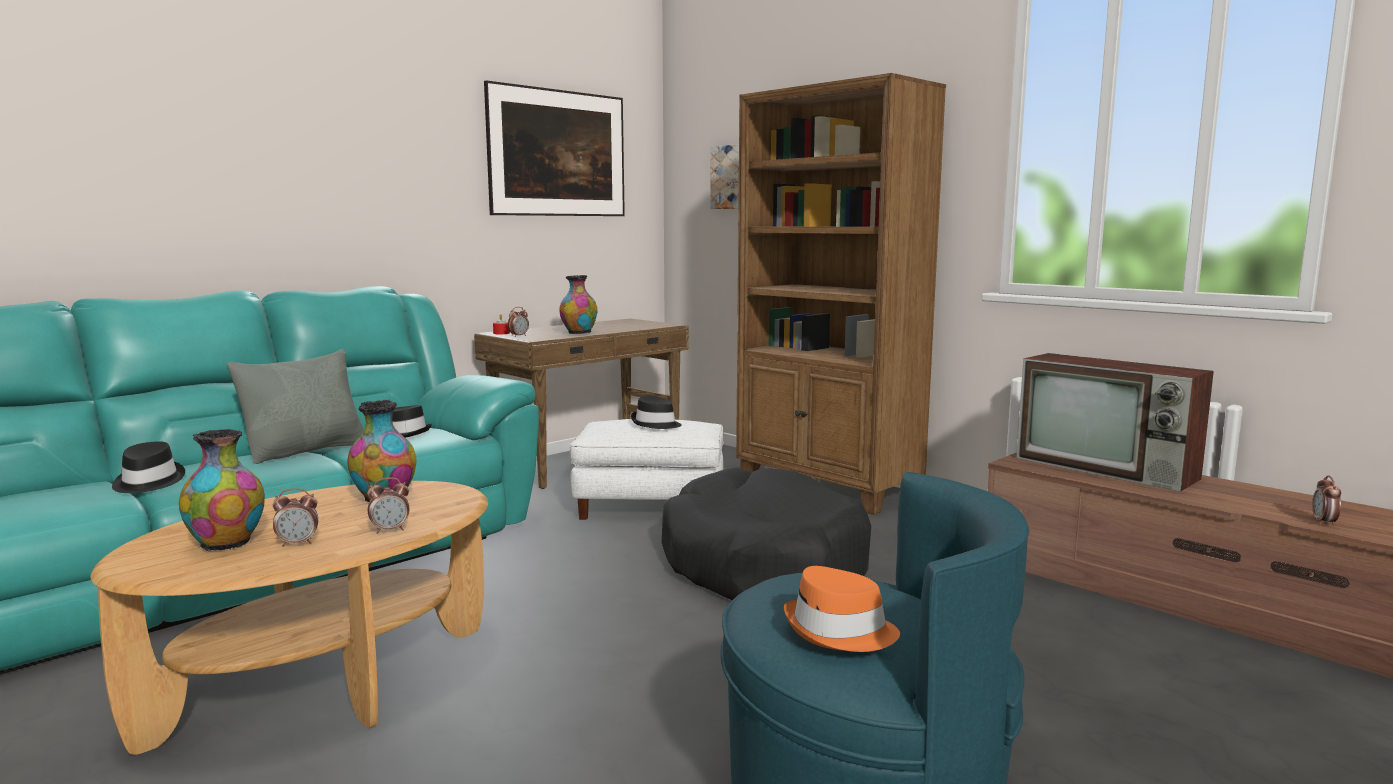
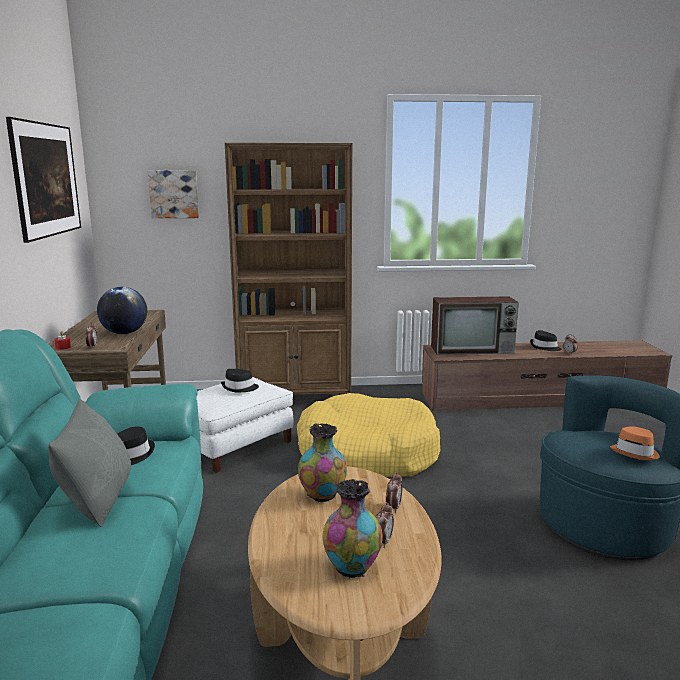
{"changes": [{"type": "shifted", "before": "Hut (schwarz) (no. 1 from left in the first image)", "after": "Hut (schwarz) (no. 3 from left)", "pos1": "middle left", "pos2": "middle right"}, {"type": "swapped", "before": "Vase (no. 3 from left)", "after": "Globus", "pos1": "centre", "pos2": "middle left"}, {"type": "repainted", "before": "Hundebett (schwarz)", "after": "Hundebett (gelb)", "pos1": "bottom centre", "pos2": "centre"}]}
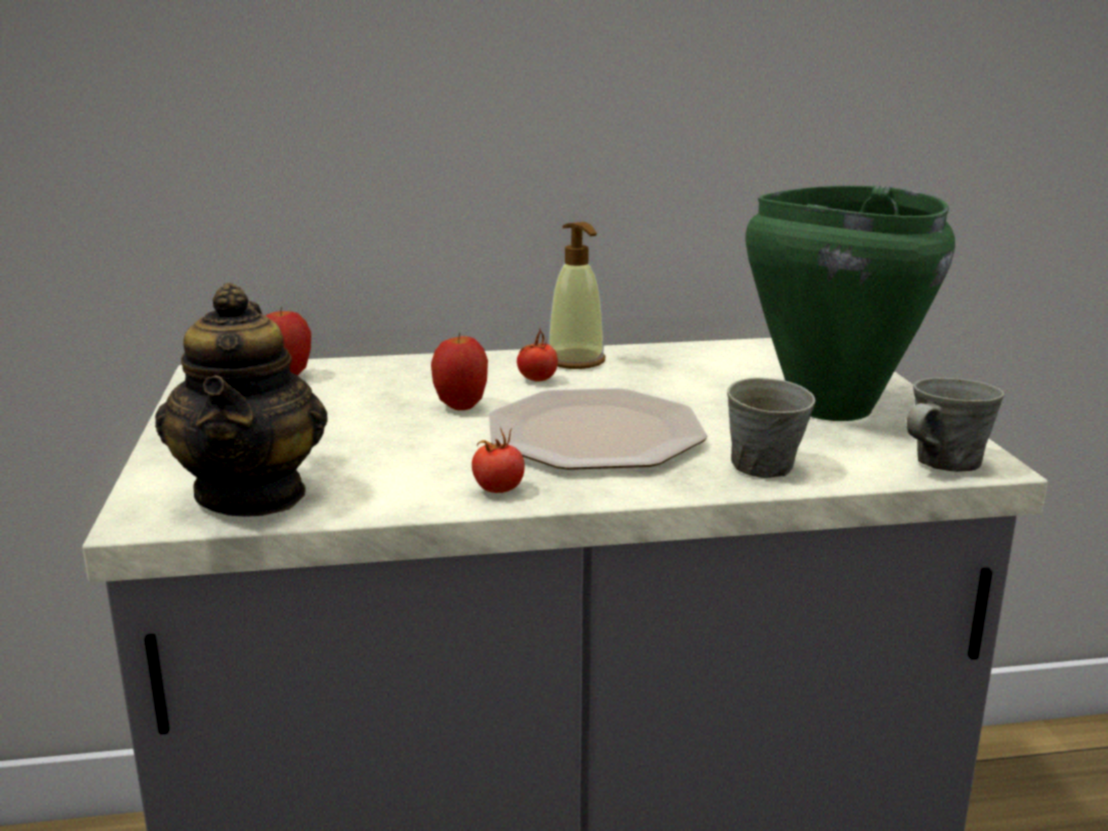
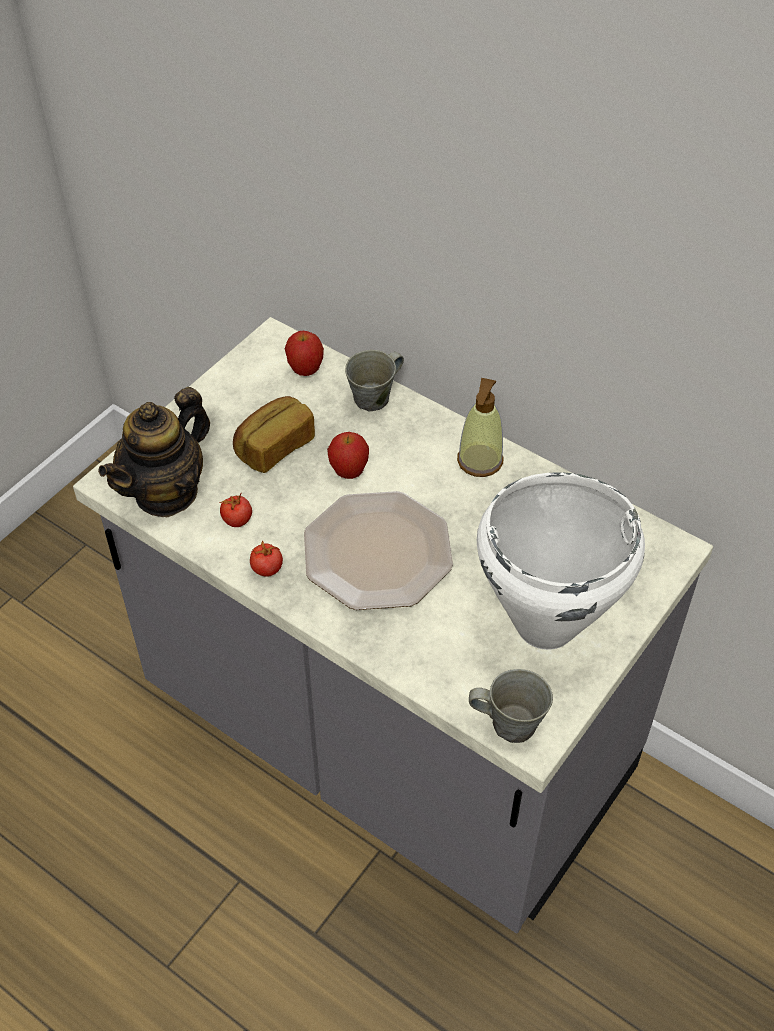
{"changes": [{"type": "shifted", "before": "Tomate (no. 2 from left in the first image)", "after": "Tomate (no. 1 from left)", "pos1": "centre", "pos2": "middle left"}, {"type": "shifted", "before": "Henkelbecher (grau) (no. 1 from left)", "pos1": "middle right", "pos2": "centre"}, {"type": "repainted", "before": "Kochtopf (grün)", "after": "Kochtopf (weiß)", "pos1": "middle right", "pos2": "middle right"}, {"type": "new", "after": "Brot", "pos2": "centre"}]}
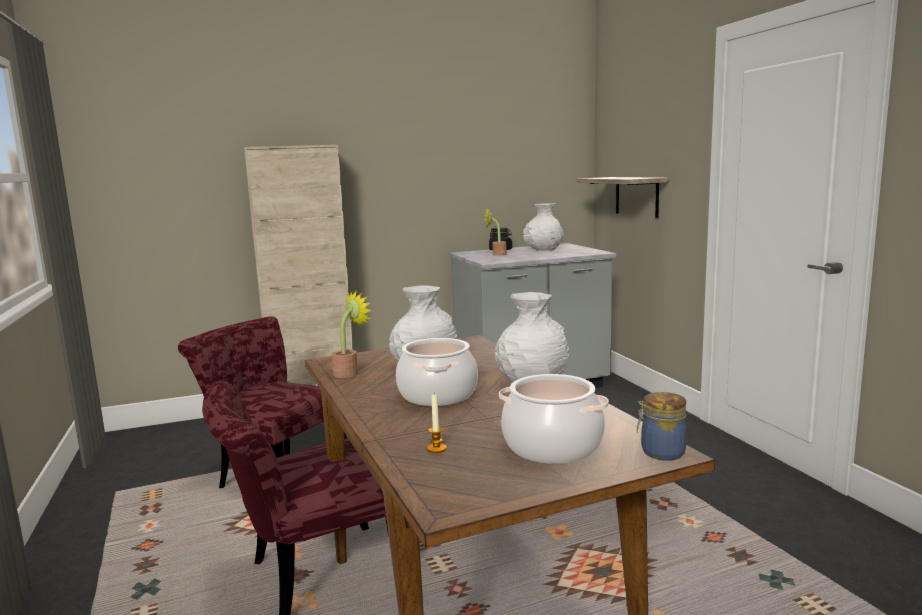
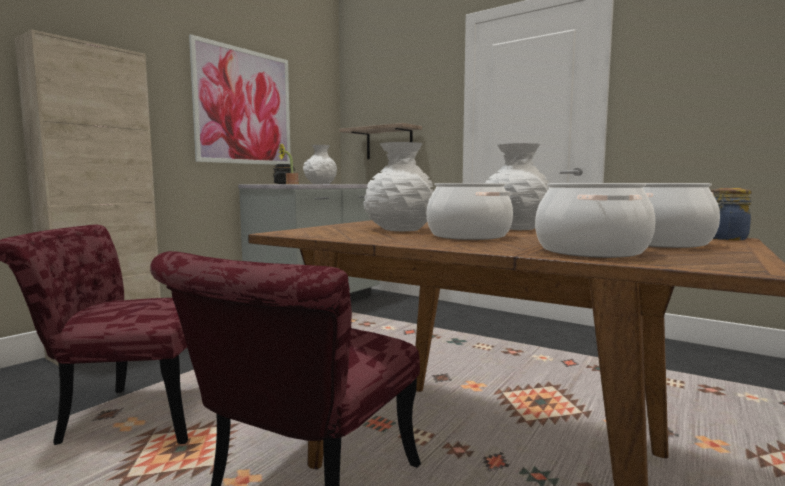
{"changes": [{"type": "gone", "before": "Topfpflanze (no. 1 from left)", "pos1": "centre"}, {"type": "swapped", "before": "Kerze", "after": "Kochtopf (no. 2 from left)", "pos1": "bottom centre", "pos2": "middle right"}, {"type": "new", "after": "Bild", "pos2": "top left"}]}
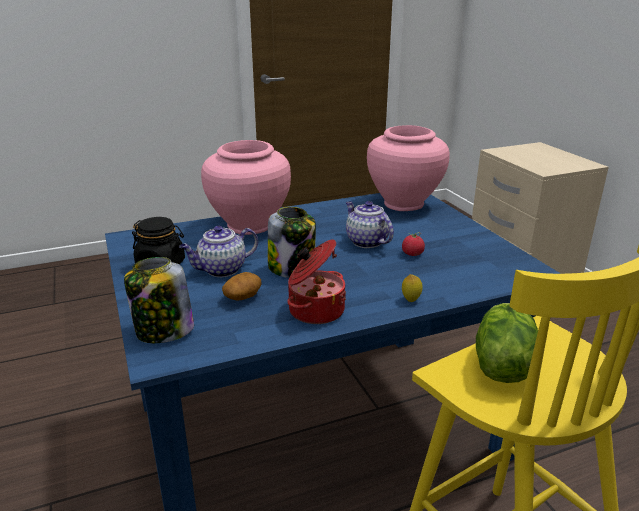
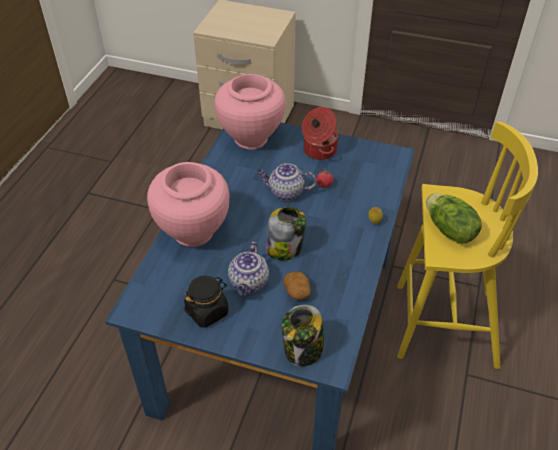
{"changes": [{"type": "shifted", "before": "Kochtopf", "pos1": "centre", "pos2": "top centre"}]}
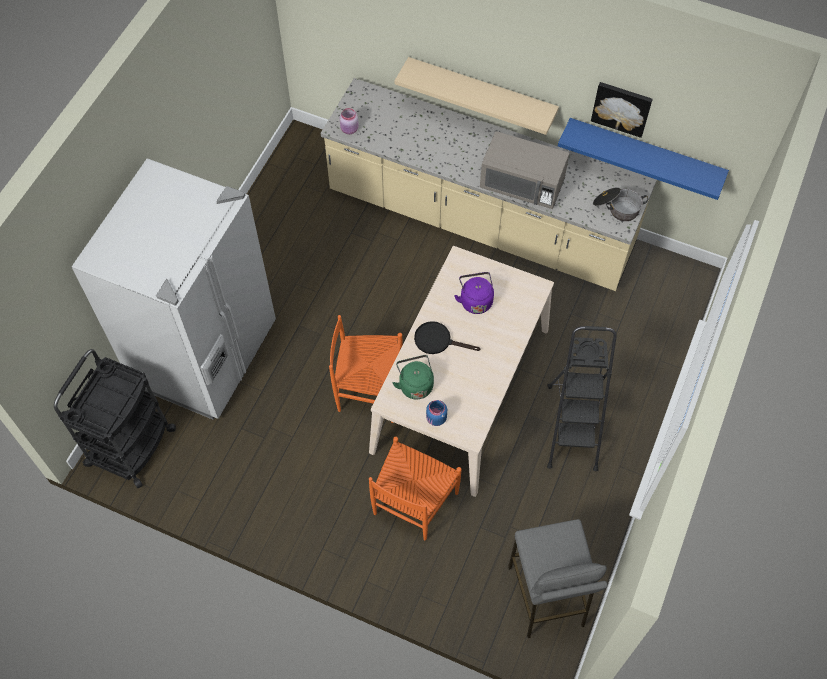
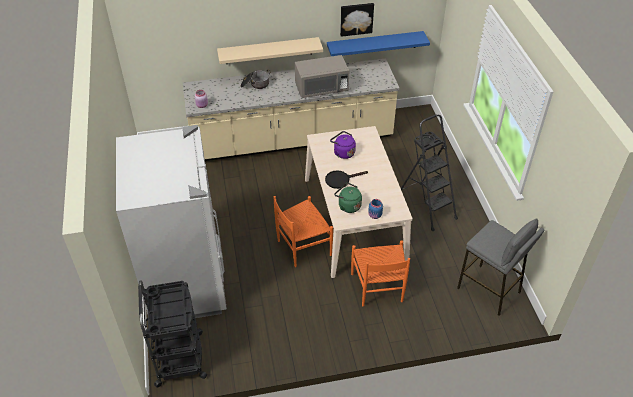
{"changes": [{"type": "shifted", "before": "Kochtopf", "pos1": "top right", "pos2": "top centre"}]}
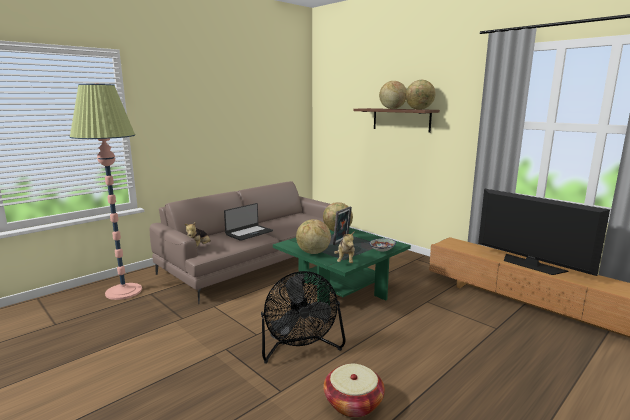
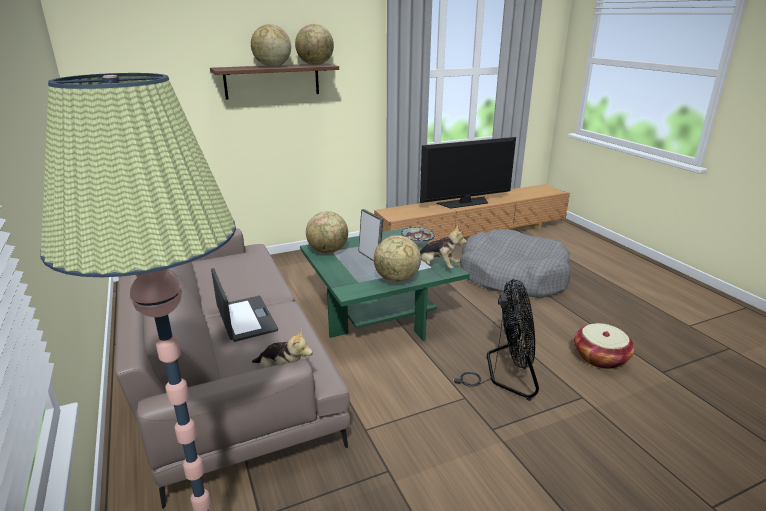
{"changes": [{"type": "new", "after": "Hundebett (grau)", "pos2": "middle right"}]}
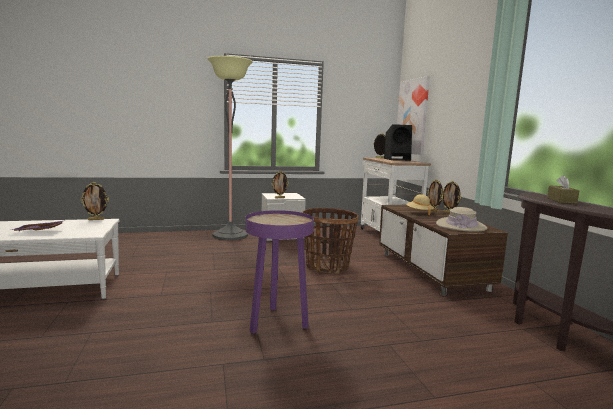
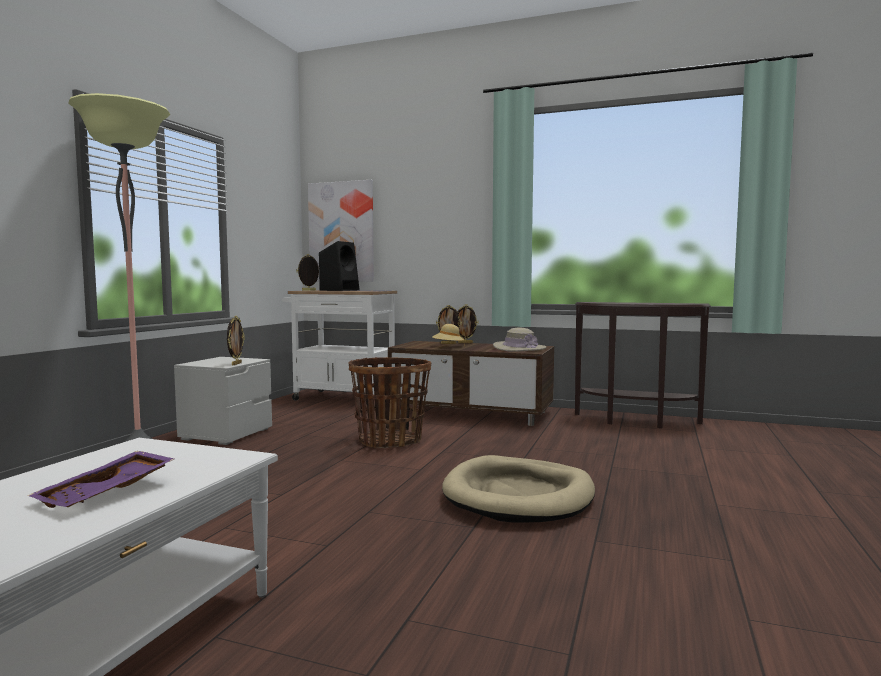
{"changes": [{"type": "gone", "before": "Bilderrahmen (no. 1 from left)", "pos1": "middle left"}, {"type": "swapped", "before": "Beistelltisch (lila)", "after": "Hundebett (beige)", "pos1": "centre", "pos2": "bottom centre"}, {"type": "gone", "before": "Taschentuchbox (braun)", "pos1": "middle right"}]}
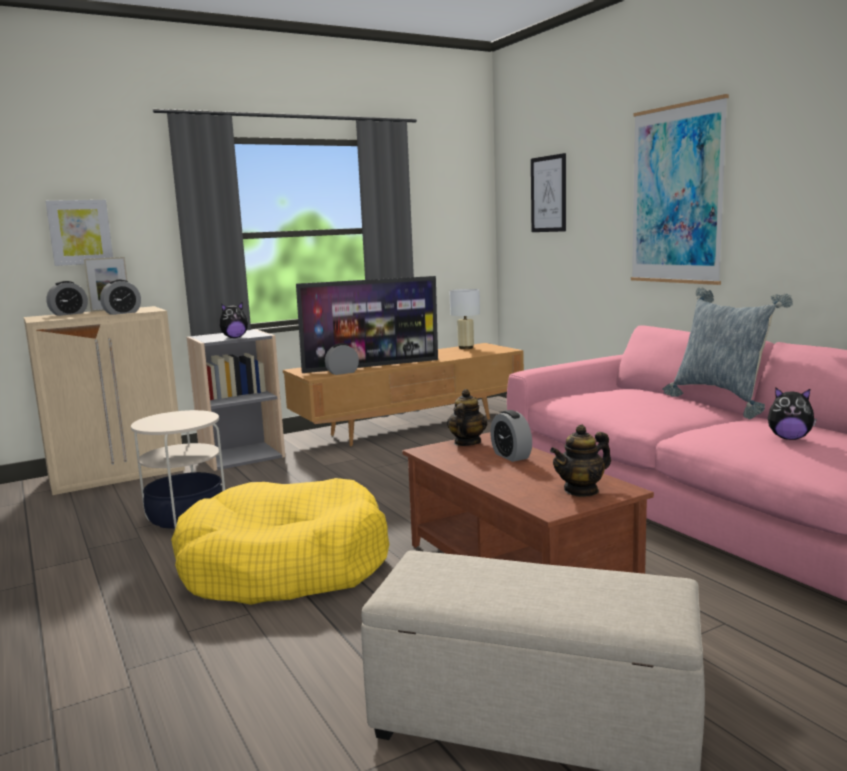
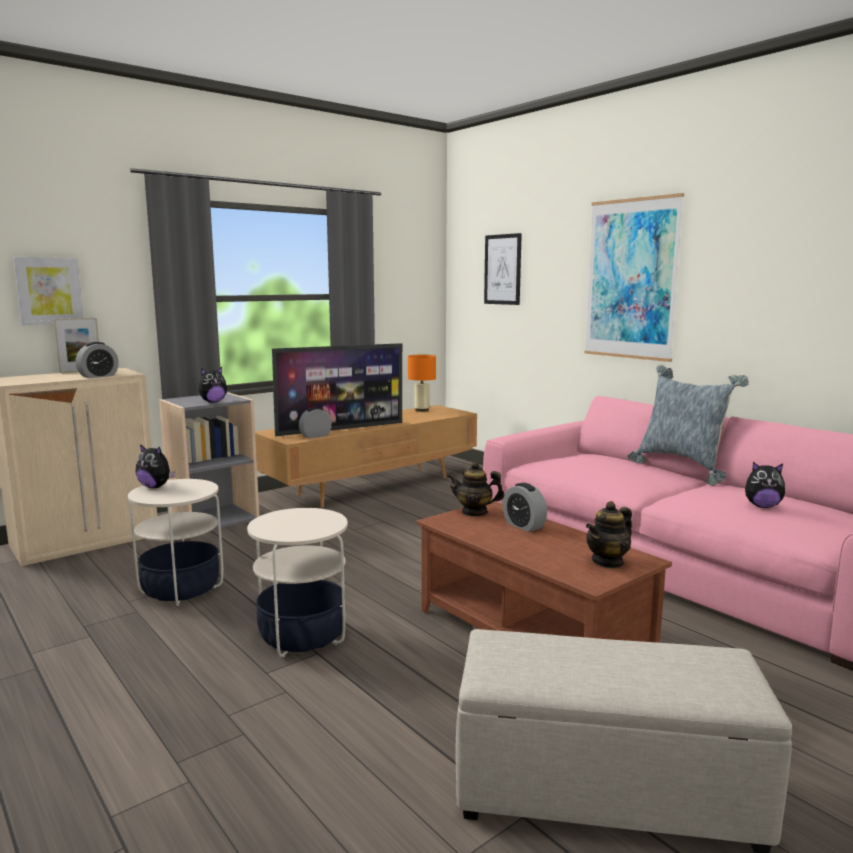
{"changes": [{"type": "gone", "before": "Wecker (no. 1 from left)", "pos1": "middle left"}, {"type": "swapped", "before": "Hundebett (gelb)", "after": "Beistelltisch (beige) (no. 2 from left)", "pos1": "bottom left", "pos2": "bottom centre"}, {"type": "rotated", "before": "Teekanne (no. 1 from left)", "pos1": "centre", "pos2": "centre", "turn": -90}, {"type": "repainted", "before": "Tischlampe (weiß)", "after": "Tischlampe (orange)", "pos1": "centre", "pos2": "centre"}, {"type": "new", "after": "Plüschtier (no. 1 from left)", "pos2": "middle left"}]}
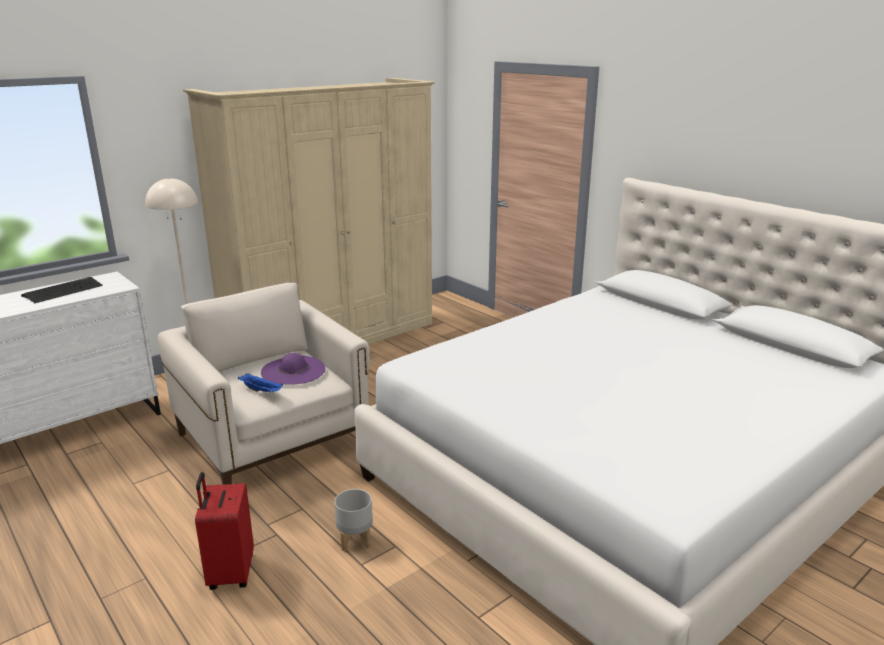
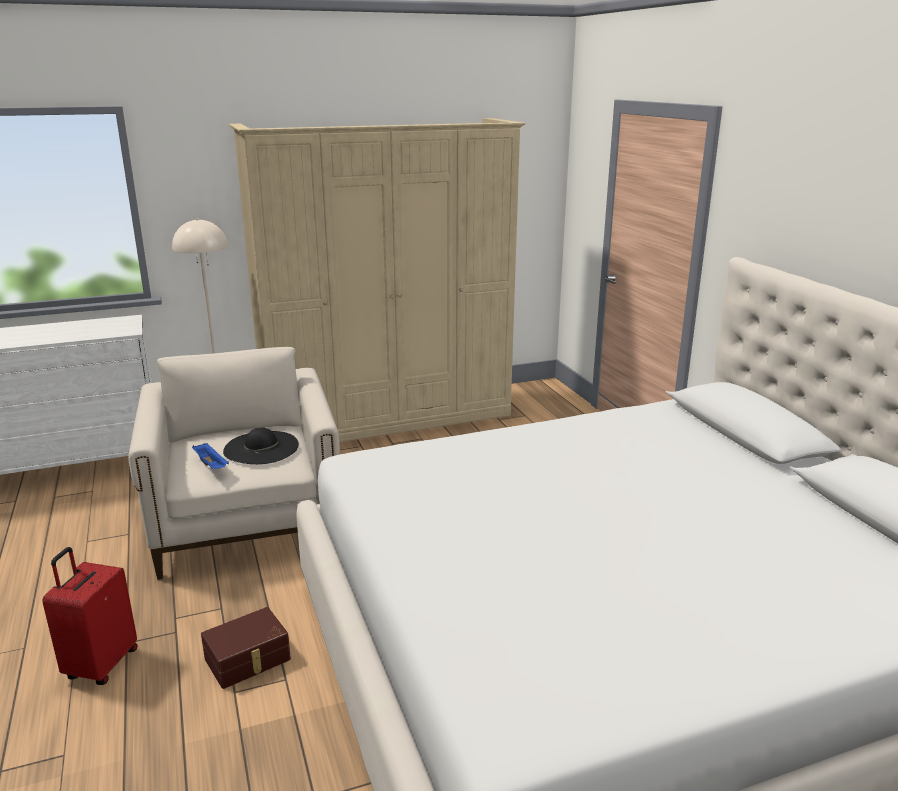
{"changes": [{"type": "gone", "before": "Tastatur", "pos1": "middle left"}, {"type": "repainted", "before": "Hut (lila)", "after": "Hut (schwarz)", "pos1": "middle left", "pos2": "middle left"}, {"type": "swapped", "before": "Pflanzkübel (grau)", "after": "Aufbewahrungsbox (braun)", "pos1": "bottom centre", "pos2": "bottom left"}]}
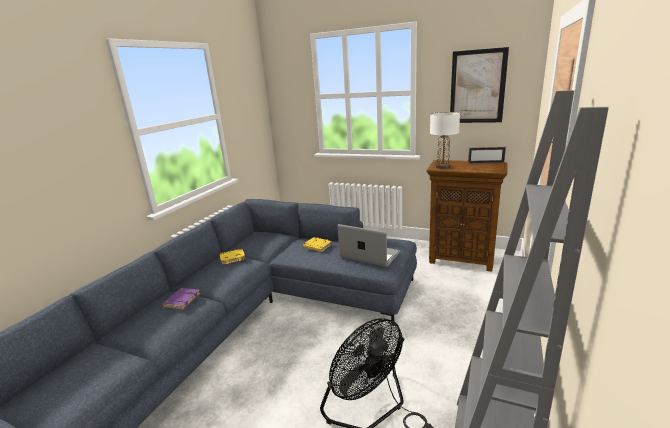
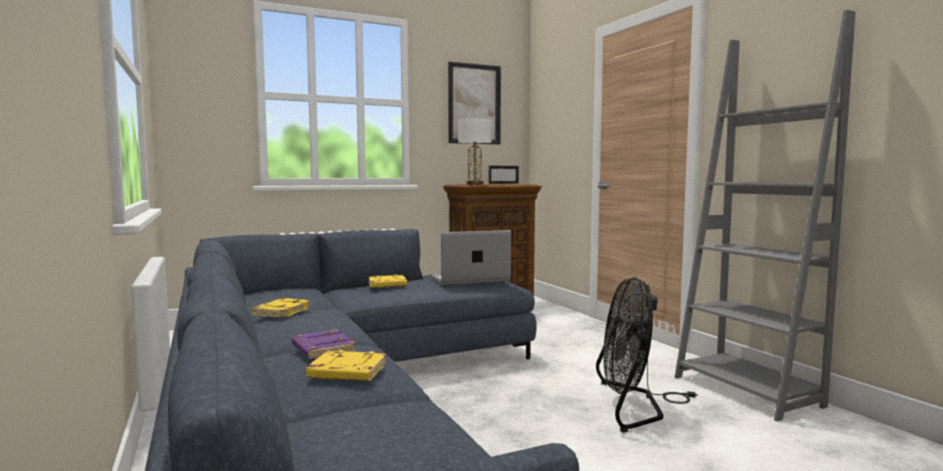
{"changes": [{"type": "new", "after": "Buch (gelb) (no. 2 from left)", "pos2": "bottom centre"}]}
